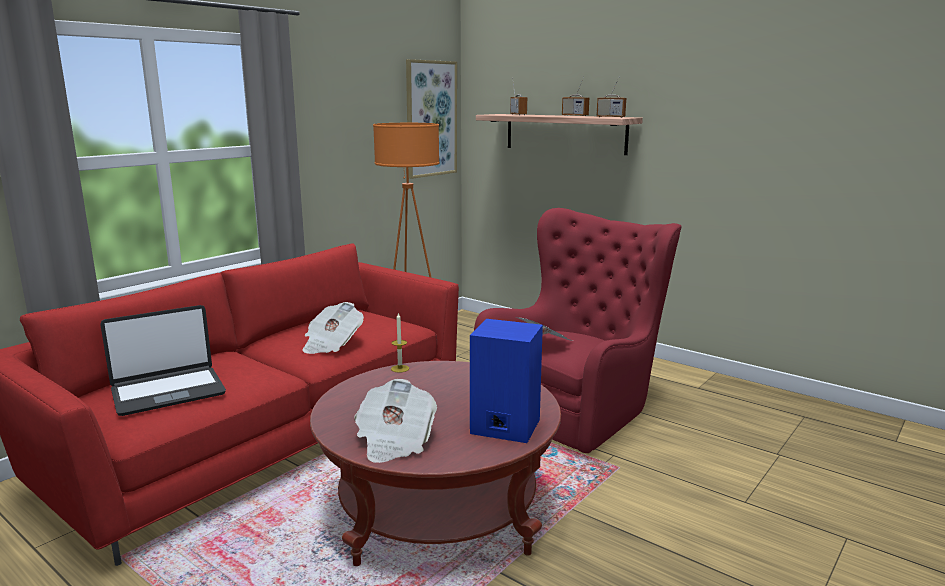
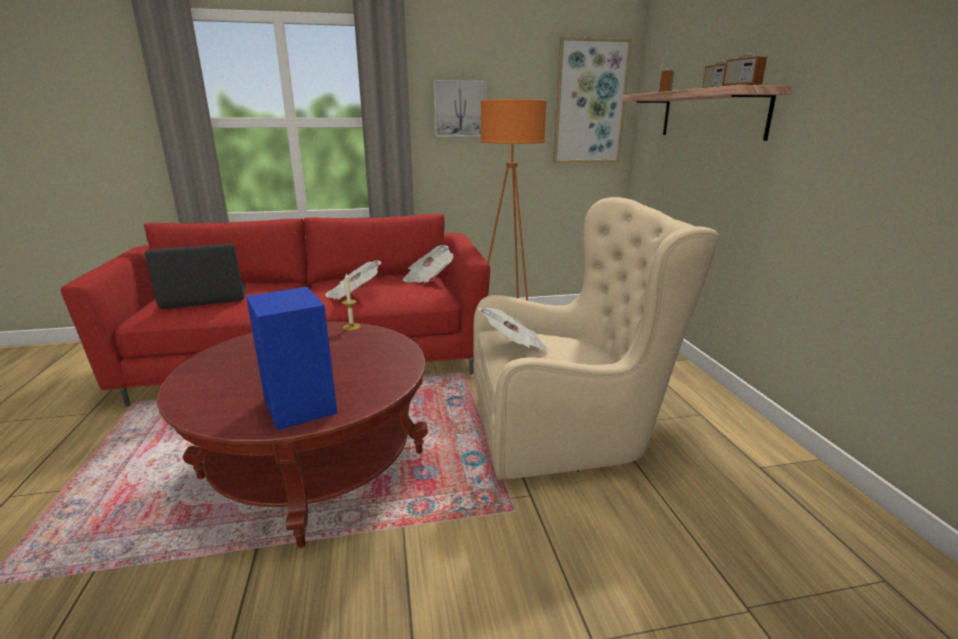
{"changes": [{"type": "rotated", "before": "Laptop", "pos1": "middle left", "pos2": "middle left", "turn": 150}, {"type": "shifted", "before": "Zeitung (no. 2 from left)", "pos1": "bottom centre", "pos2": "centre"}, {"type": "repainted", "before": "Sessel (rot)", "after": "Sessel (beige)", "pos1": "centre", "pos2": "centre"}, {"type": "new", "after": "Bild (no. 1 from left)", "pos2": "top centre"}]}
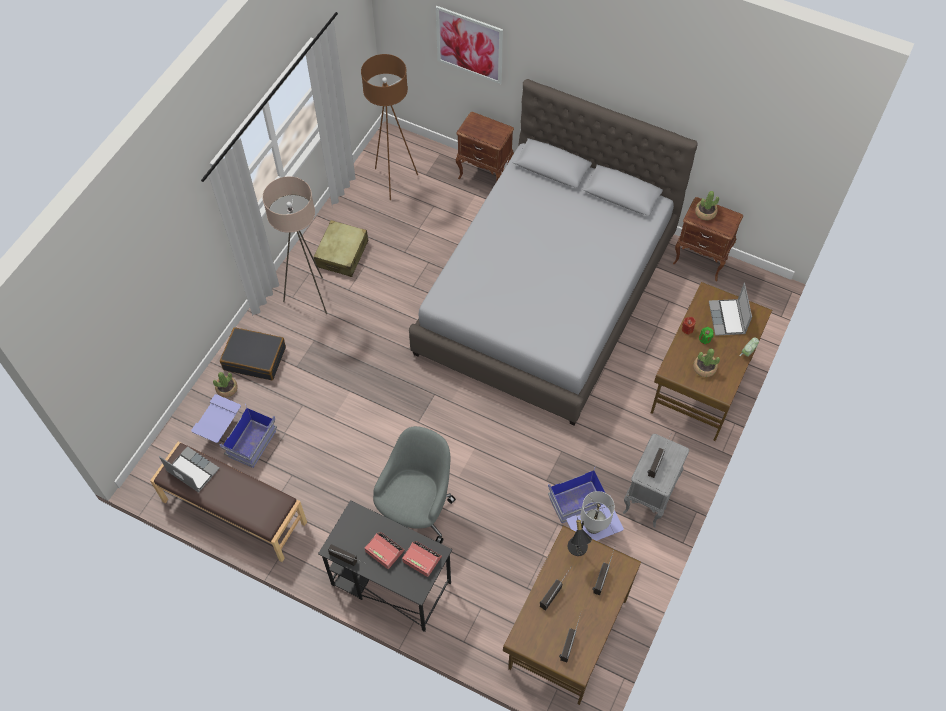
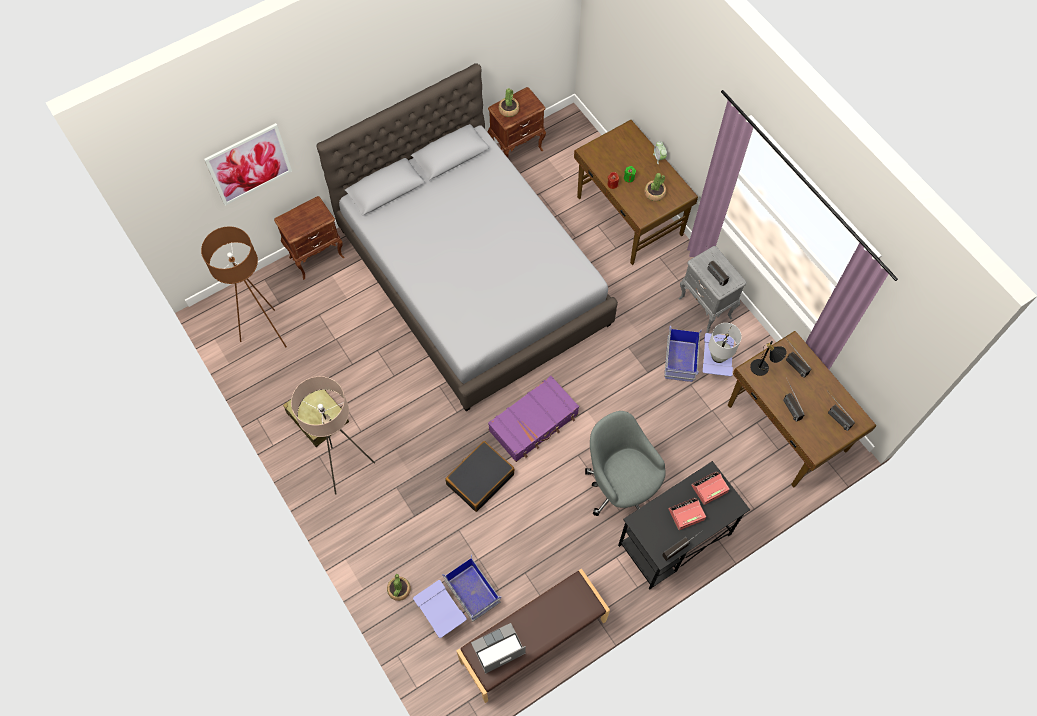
{"changes": [{"type": "shifted", "before": "Koffer (schwarz)", "pos1": "middle left", "pos2": "centre"}, {"type": "gone", "before": "Laptop (no. 2 from left)", "pos1": "middle right"}, {"type": "new", "after": "Koffer (lila)", "pos2": "centre"}]}
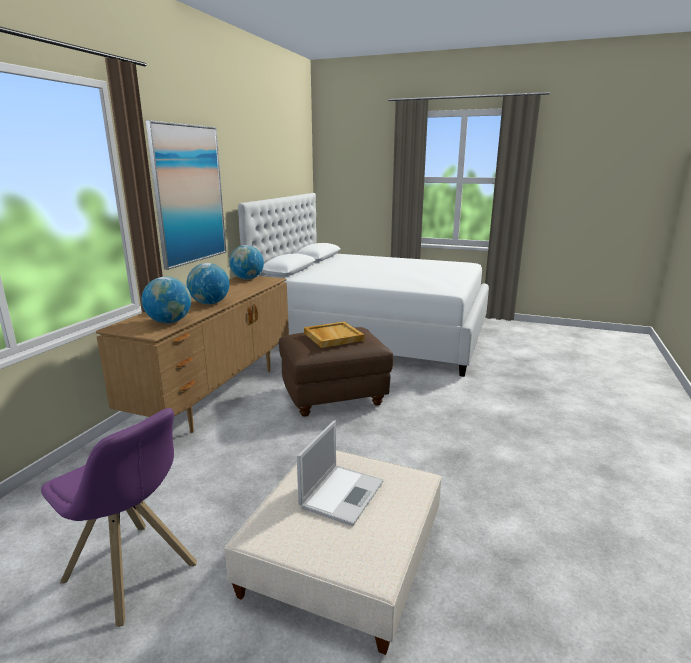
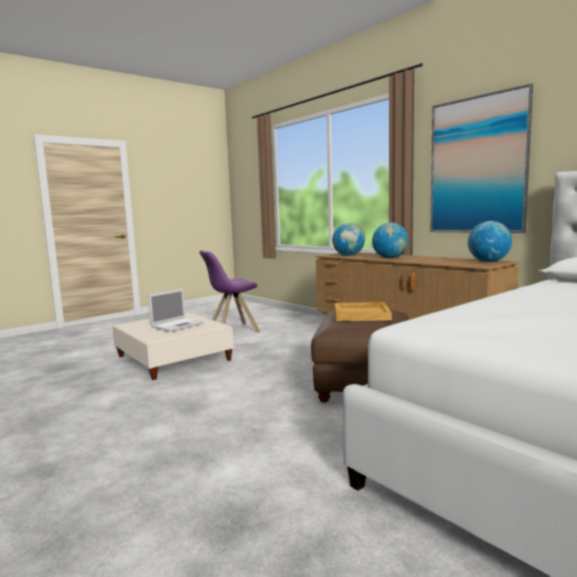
{"changes": [{"type": "rotated", "before": "Laptop", "pos1": "bottom centre", "pos2": "middle left", "turn": -105}]}
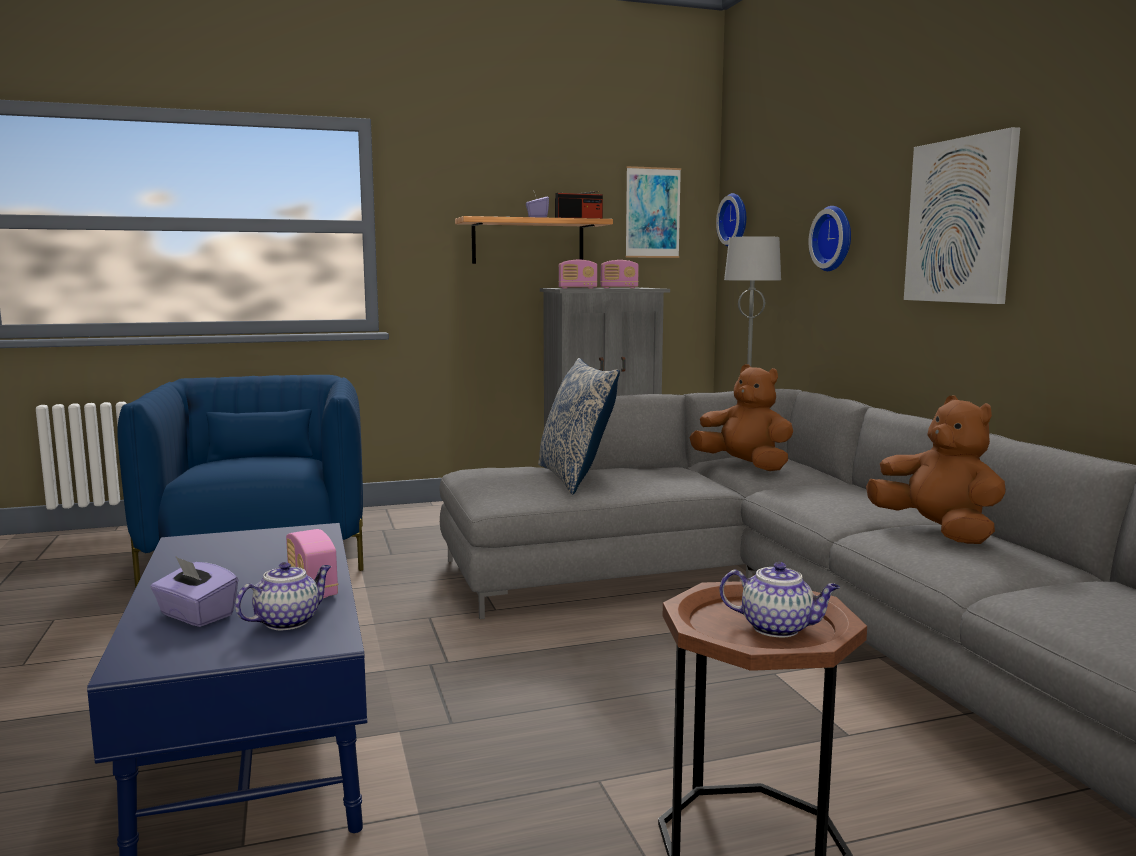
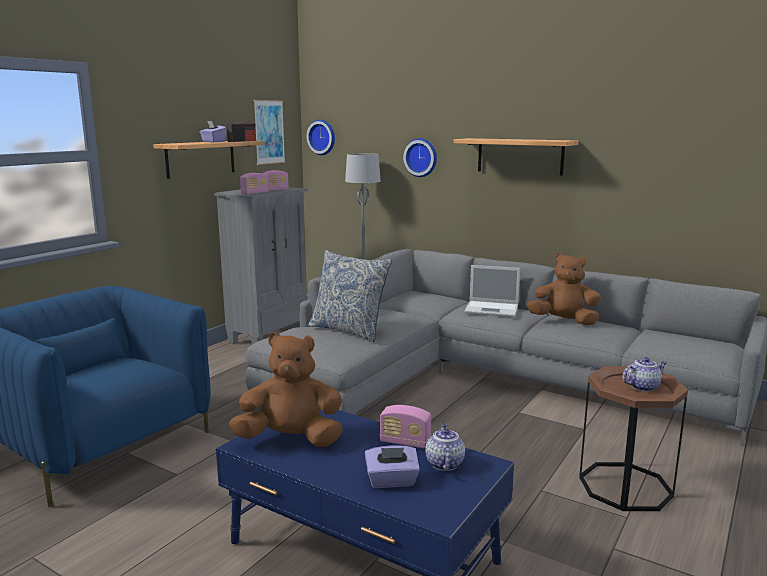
{"changes": [{"type": "shifted", "before": "Plüschtier (braun) (no. 1 from left)", "pos1": "centre", "pos2": "bottom centre"}, {"type": "swapped", "before": "Bild (no. 2 from left)", "after": "Wandregal (no. 2 from left)", "pos1": "top right", "pos2": "top right"}, {"type": "new", "after": "Laptop", "pos2": "centre"}]}
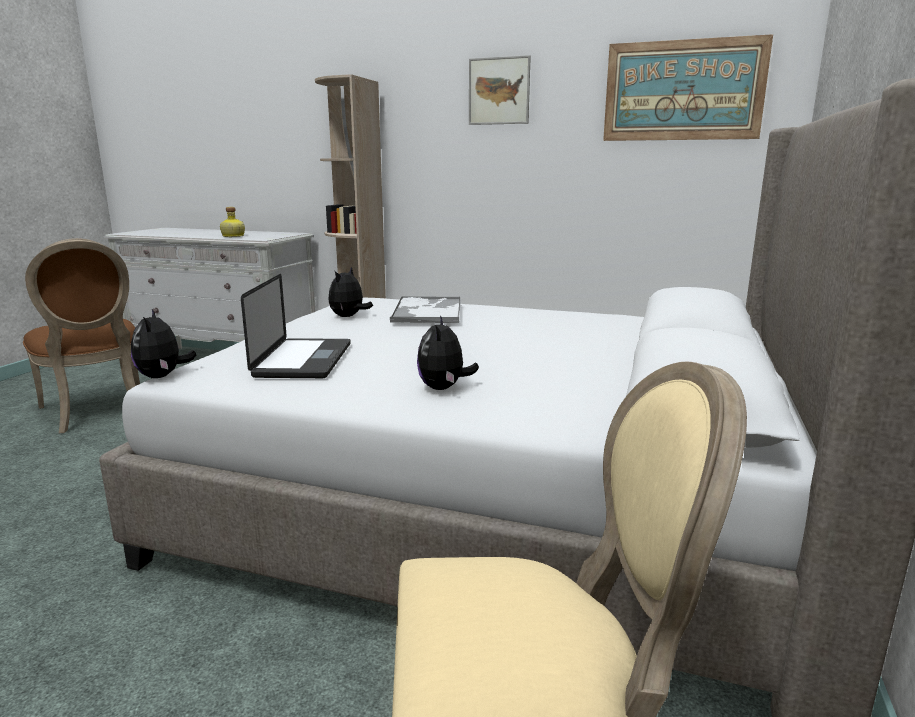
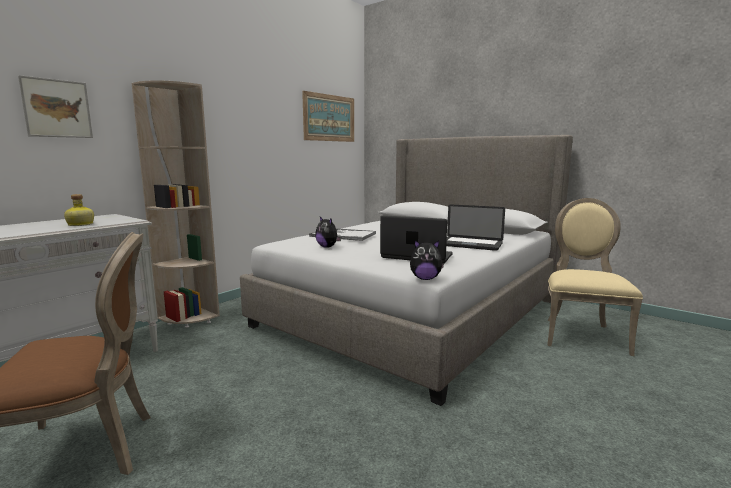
{"changes": [{"type": "swapped", "before": "Plüschtier (no. 3 from left)", "after": "Laptop (no. 2 from left)", "pos1": "centre", "pos2": "centre"}, {"type": "shifted", "before": "Bild (no. 1 from left)", "pos1": "top centre", "pos2": "top left"}]}
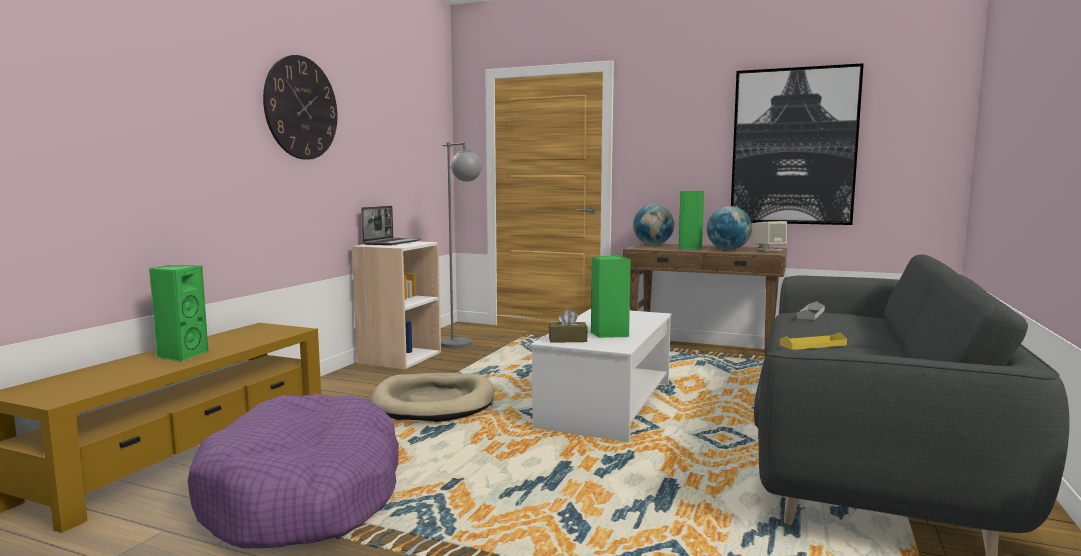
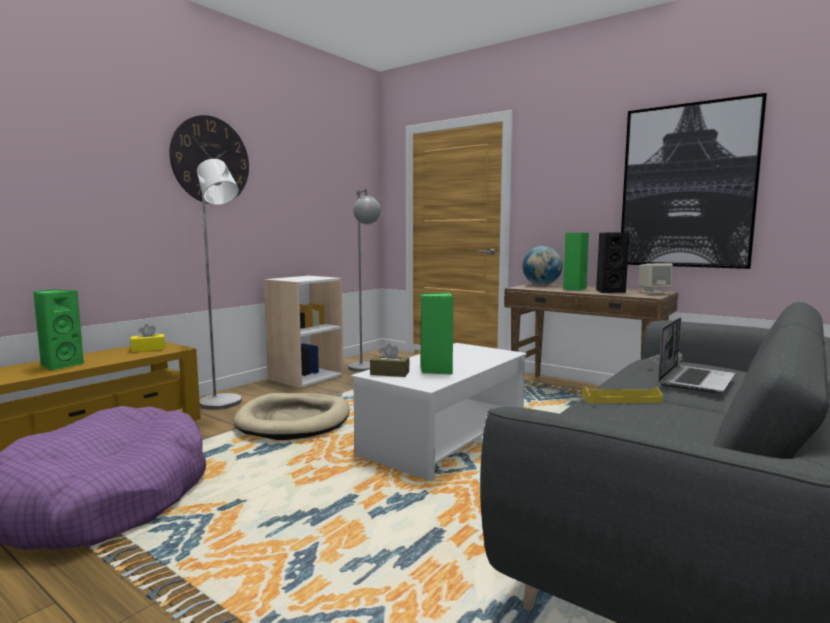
{"changes": [{"type": "shifted", "before": "Laptop", "pos1": "centre", "pos2": "middle right"}, {"type": "swapped", "before": "Globus (no. 2 from left)", "after": "Lautsprecher (schwarz)", "pos1": "middle right", "pos2": "middle right"}, {"type": "new", "after": "Taschentuchbox (gelb)", "pos2": "middle left"}, {"type": "new", "after": "Stehlampe (grau) (no. 1 from left)", "pos2": "middle left"}]}
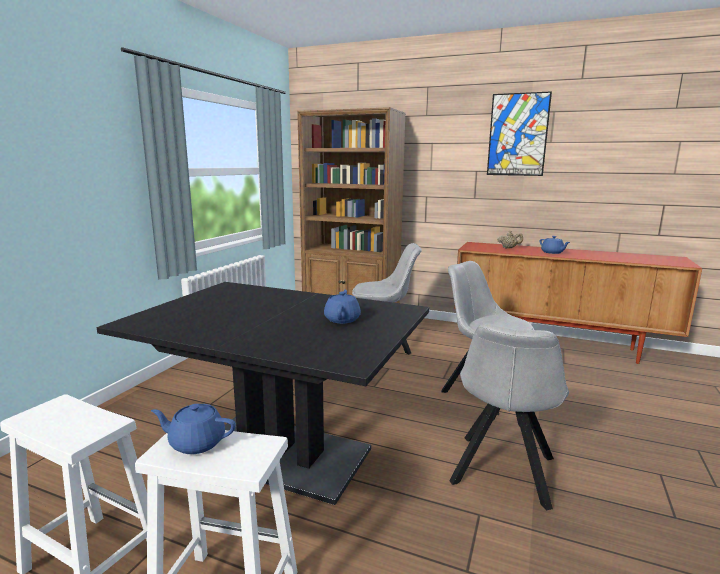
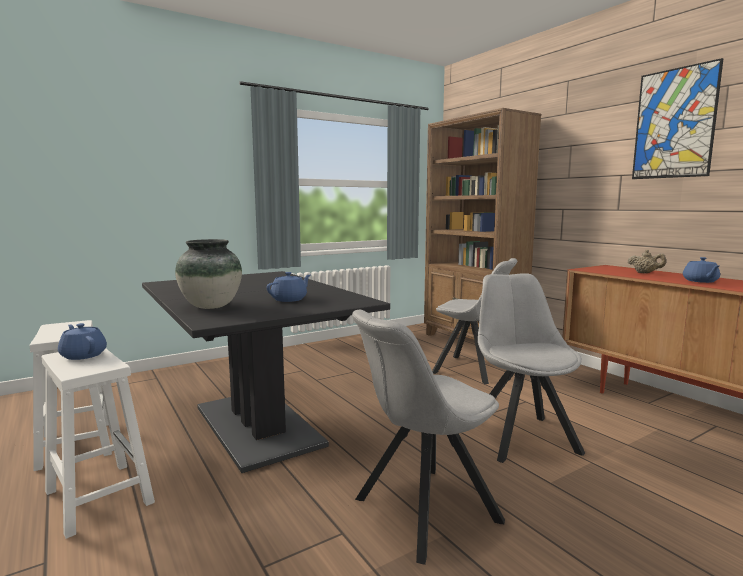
{"changes": [{"type": "new", "after": "Vase", "pos2": "middle left"}]}
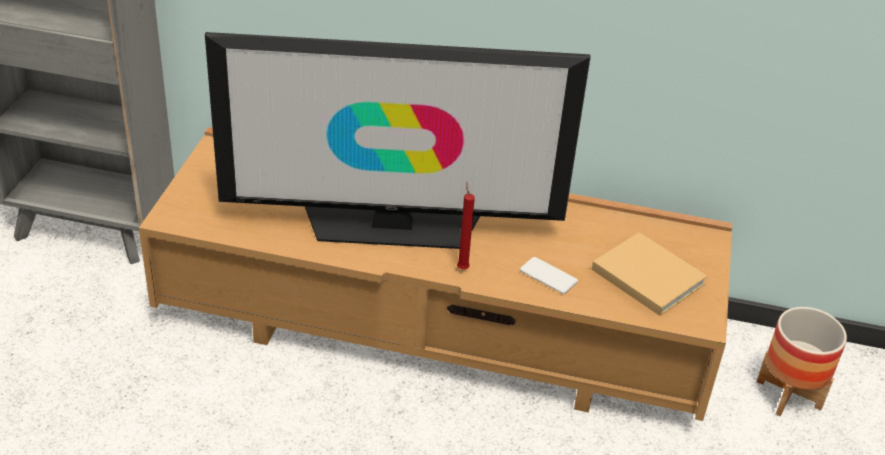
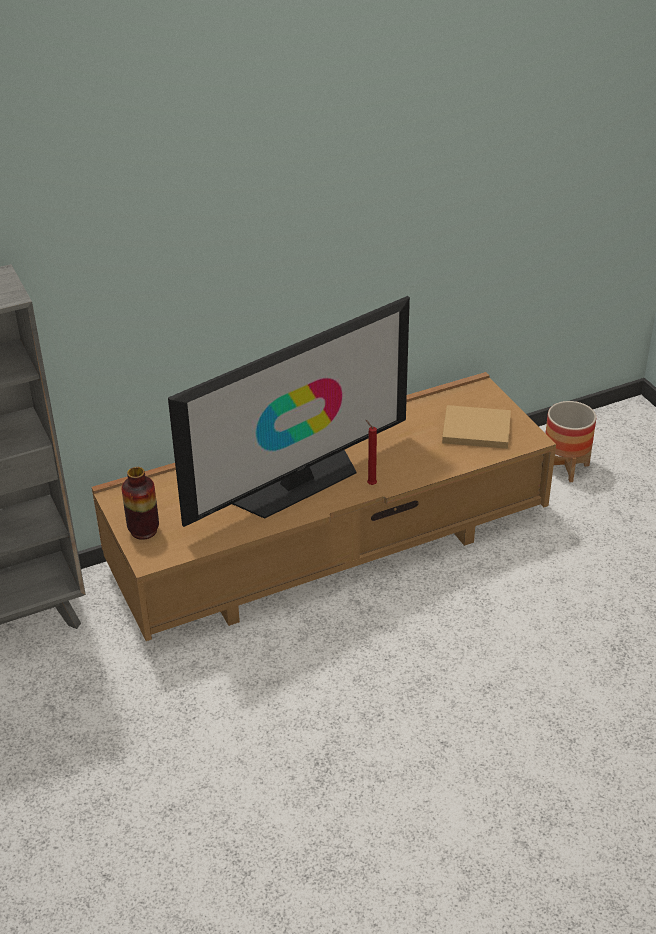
{"changes": [{"type": "gone", "before": "Handy", "pos1": "centre"}, {"type": "new", "after": "Vase", "pos2": "middle left"}]}
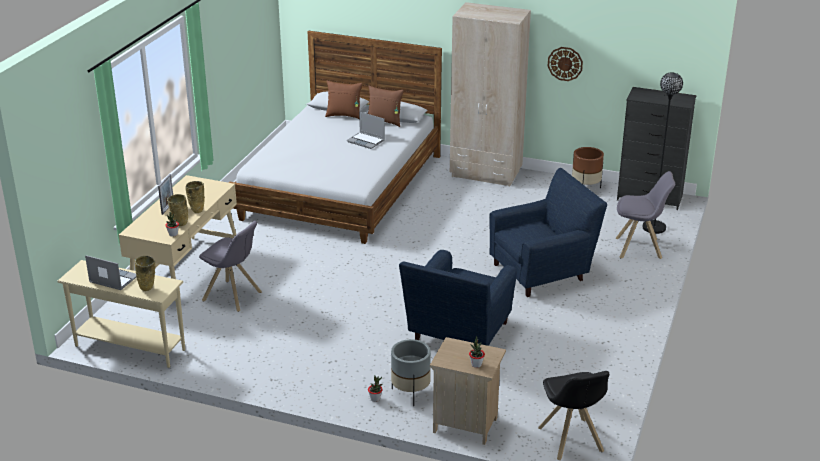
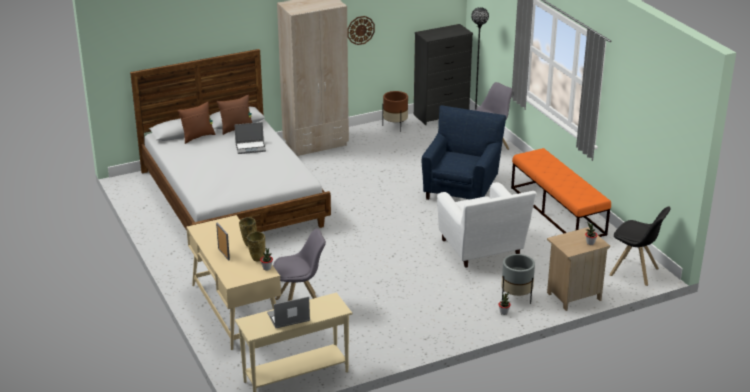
{"changes": [{"type": "gone", "before": "Vase (beige) (no. 1 from left)", "pos1": "middle left"}, {"type": "repainted", "before": "Sessel (blau) (no. 1 from left)", "after": "Sessel (weiß)", "pos1": "centre", "pos2": "centre"}, {"type": "new", "after": "Bank (orange)", "pos2": "middle right"}]}
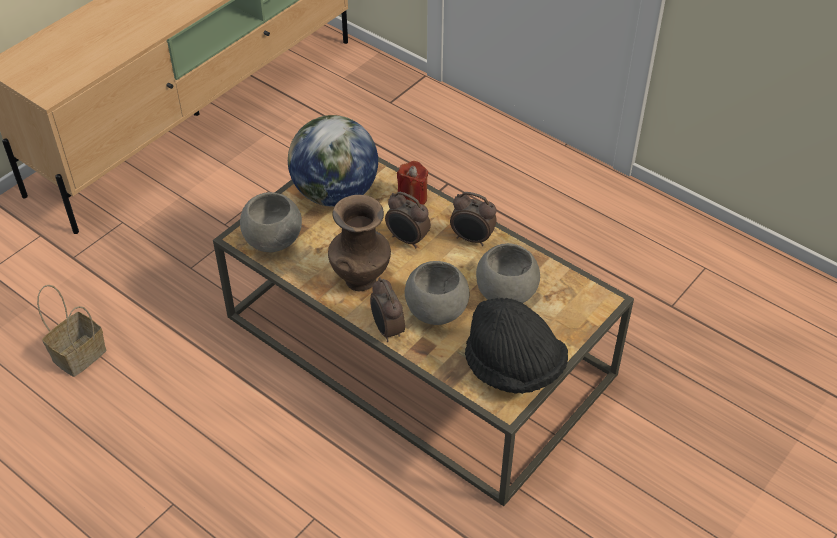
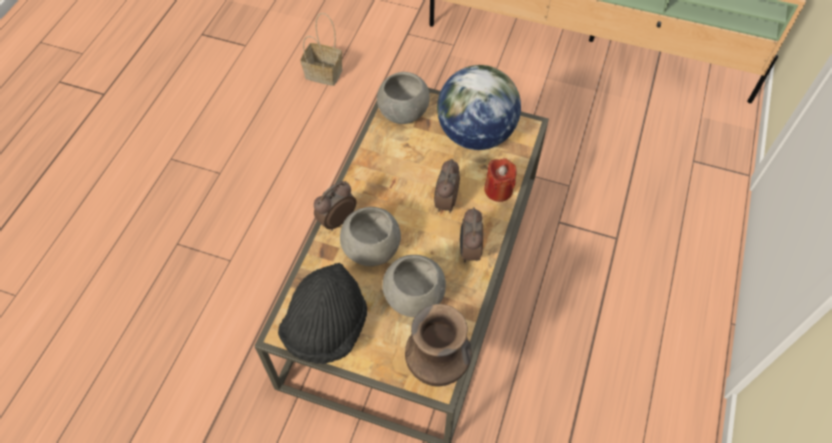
{"changes": [{"type": "shifted", "before": "Vase (braun)", "pos1": "centre", "pos2": "bottom centre"}]}
